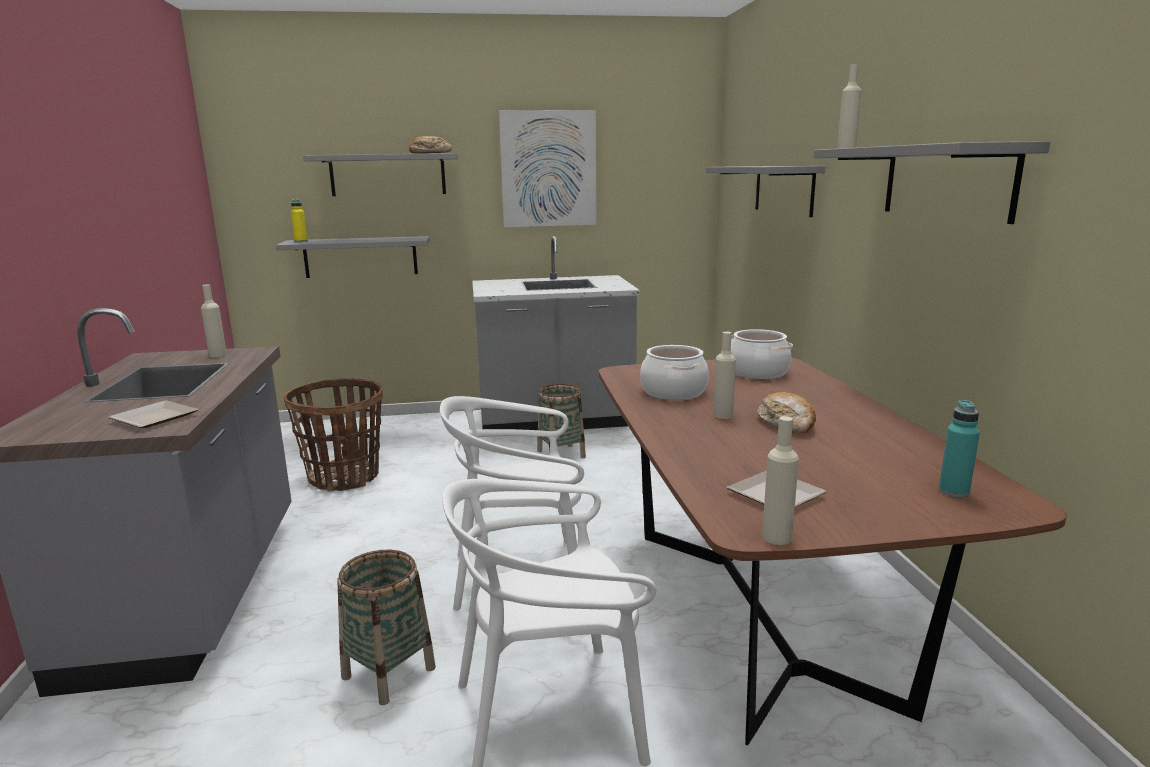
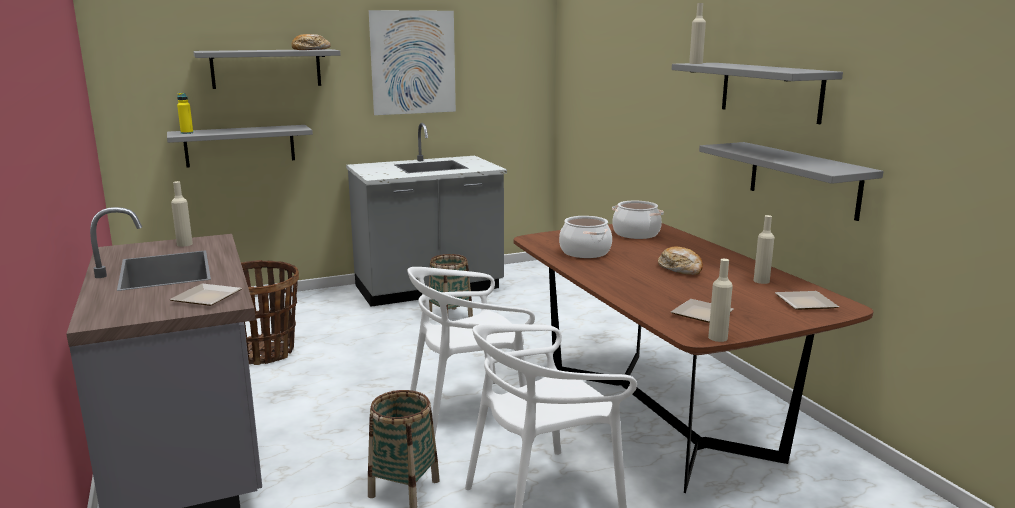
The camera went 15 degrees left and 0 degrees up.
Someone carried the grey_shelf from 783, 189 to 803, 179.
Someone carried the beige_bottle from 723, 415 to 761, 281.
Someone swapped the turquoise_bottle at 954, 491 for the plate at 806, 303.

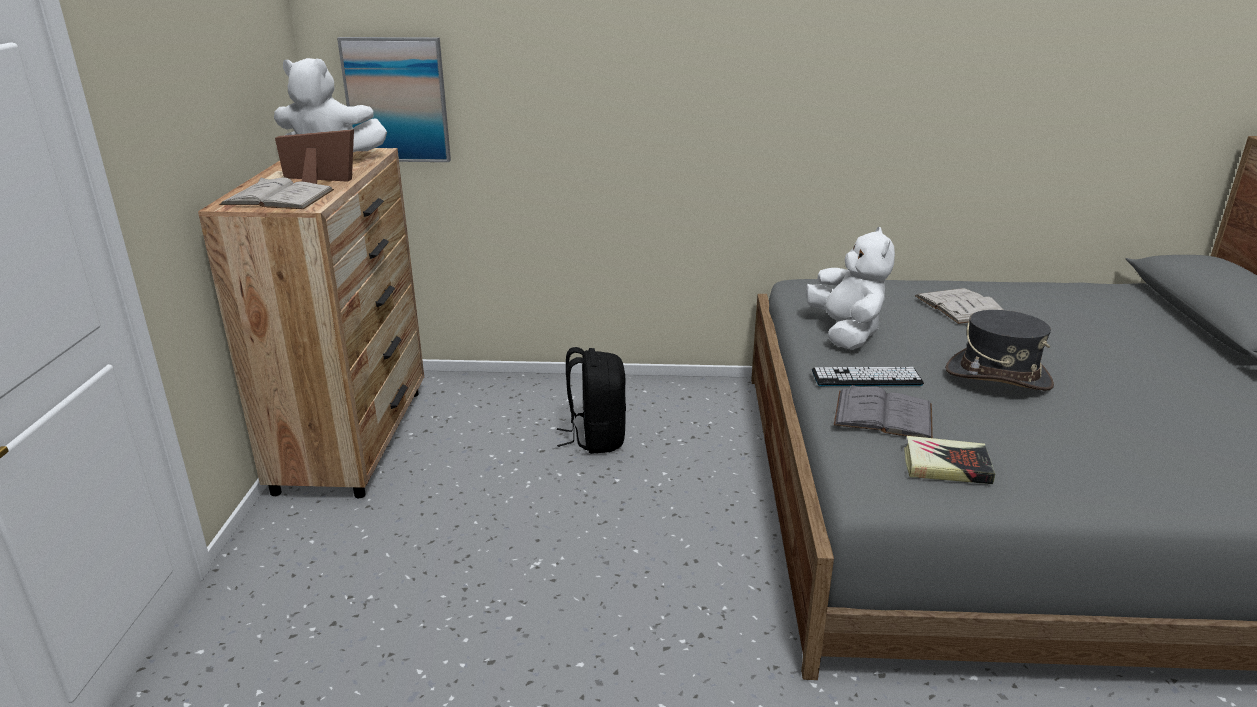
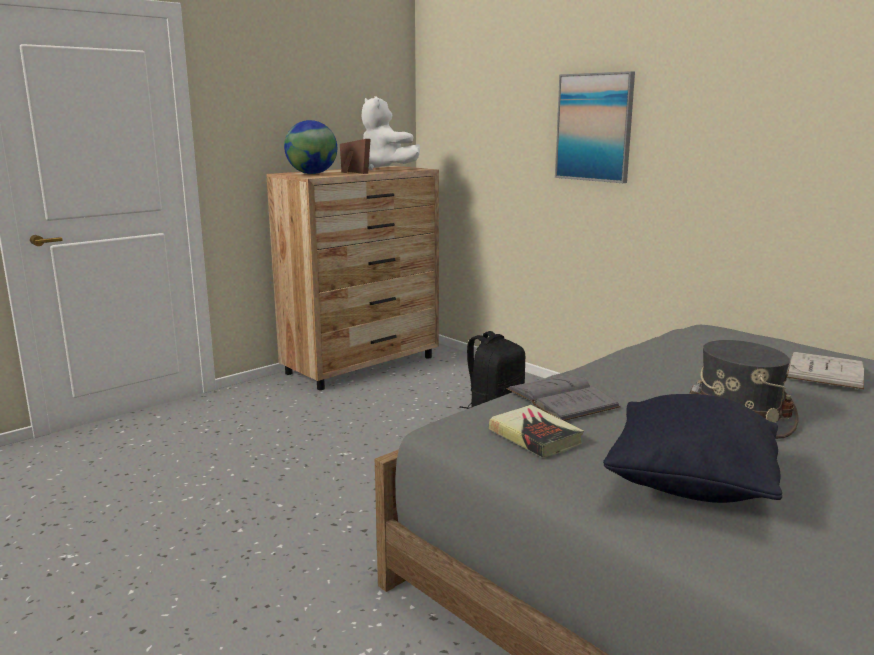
The camera went 45 degrees right and 10 degrees down.
Someone carried the picture from 396, 100 to 594, 127.
Someone swapped the white_book at 278, 197 for the globe at 312, 174.
Someone took away the white_plush_toy at 846, 333.
Someone took away the keyboard at 866, 378.
Someone put down the black_pillow at 690, 485.

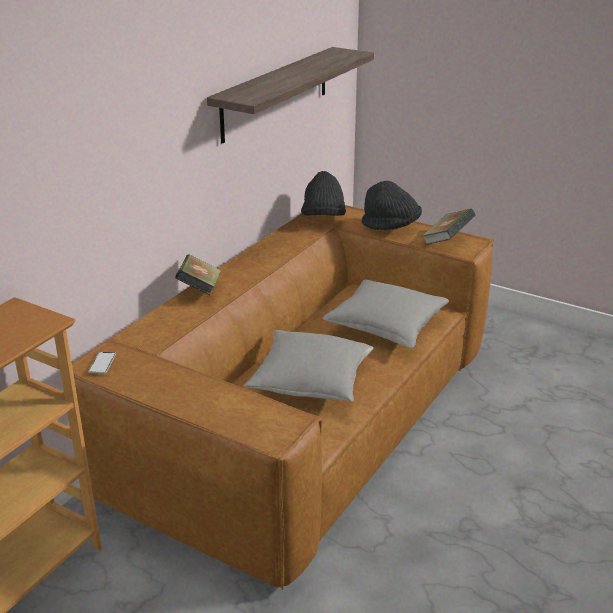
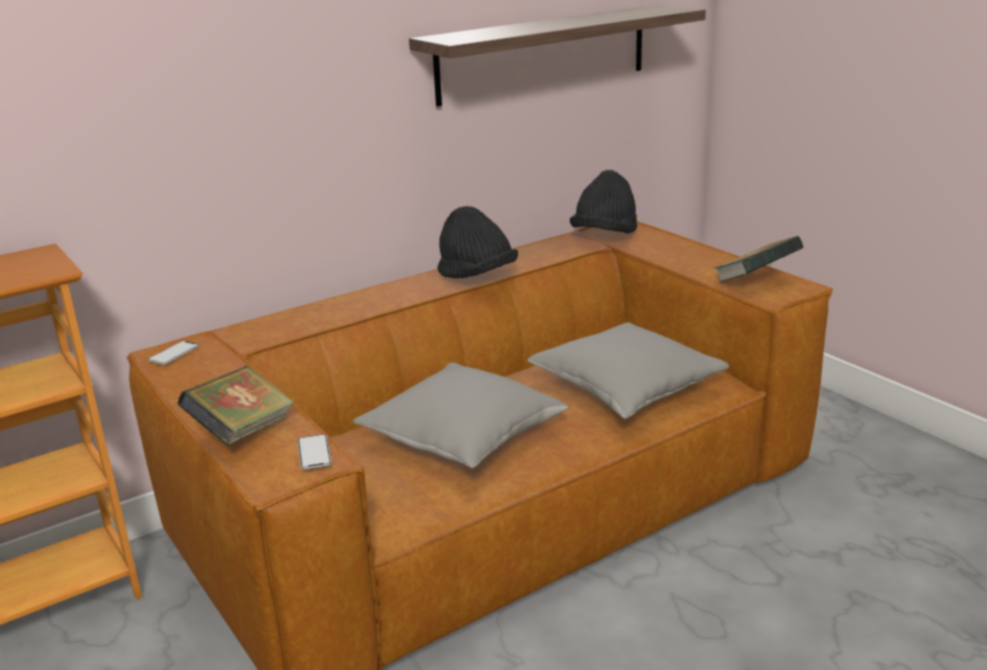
The camera went 25 degrees right and 5 degrees down.
Someone carried the black_hat from 391, 226 to 477, 277.
Someone carried the book from 199, 290 to 242, 432.
Someone put down the phone at 314, 453.

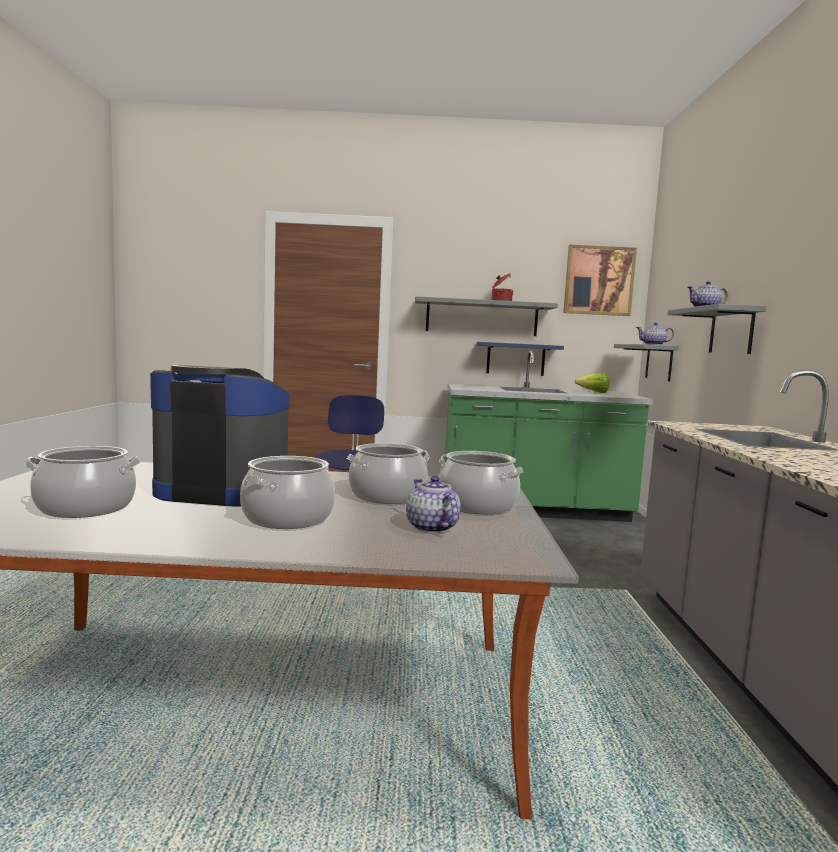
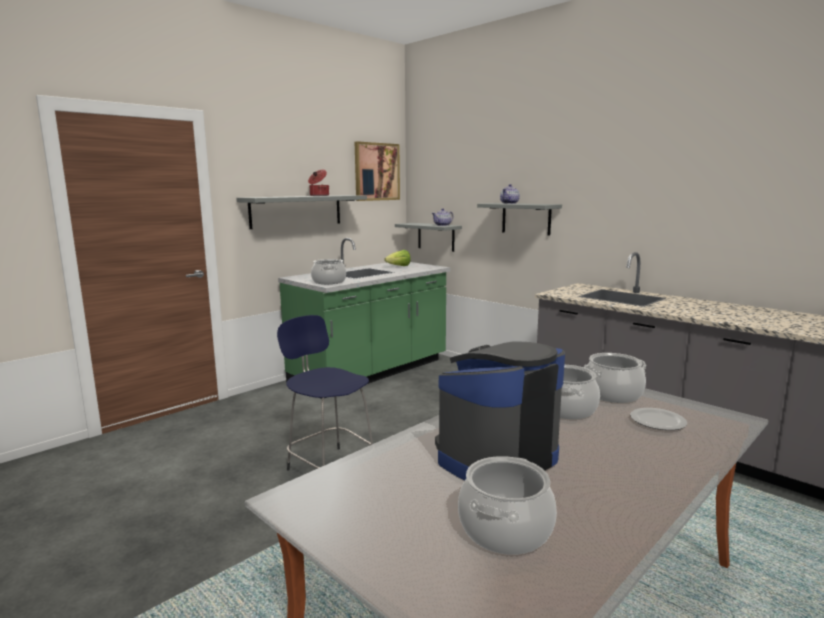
The camera went 45 degrees left and 5 degrees up.
Someone took away the blue_shelf at 515, 359.
Someone carried the cooking_pot from 288, 518 to 329, 282.
Someone swapped the teapot at 431, 528 for the plate at 658, 422.

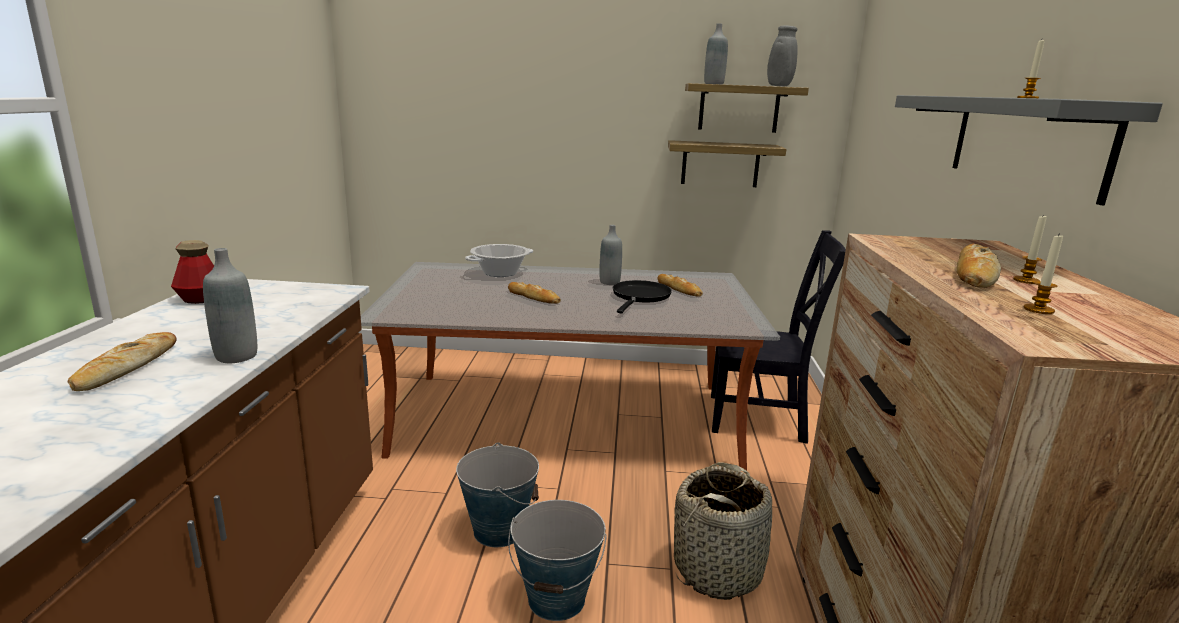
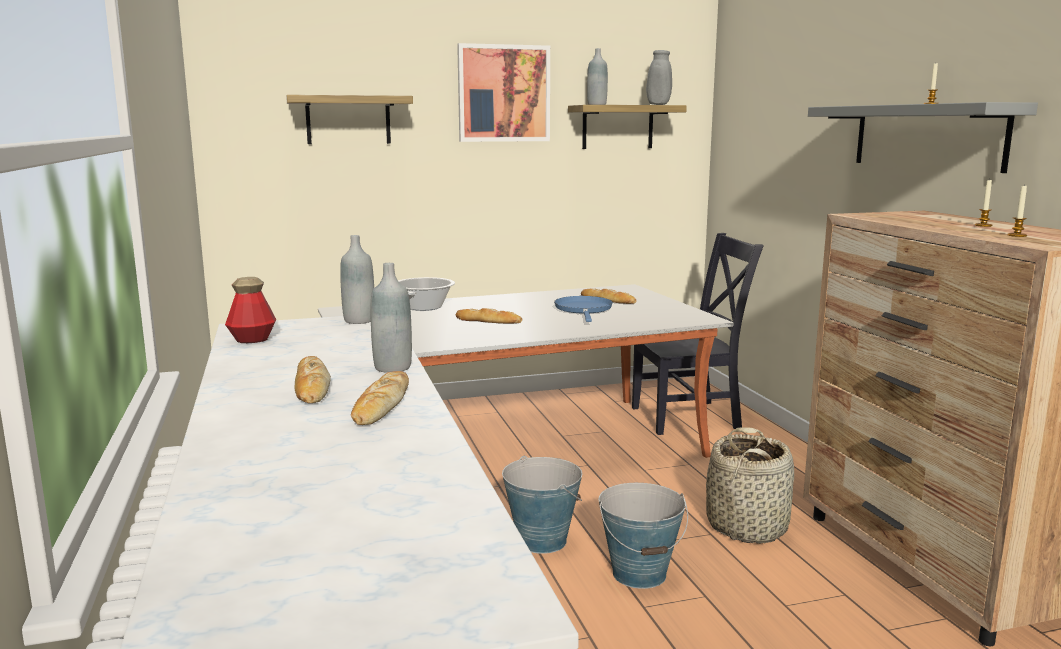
The camera went 20 degrees left and 5 degrees down.
Someone carried the shelf from 720, 164 to 348, 120.
Someone carried the grey_bottle from 609, 282 to 359, 320.
Someone carried the bread from 974, 273 to 381, 405.
Someone repainted the black_frying_pan at 640, 297, which became the blue_frying_pan at 583, 310.
Someone put up the picture at 503, 93.

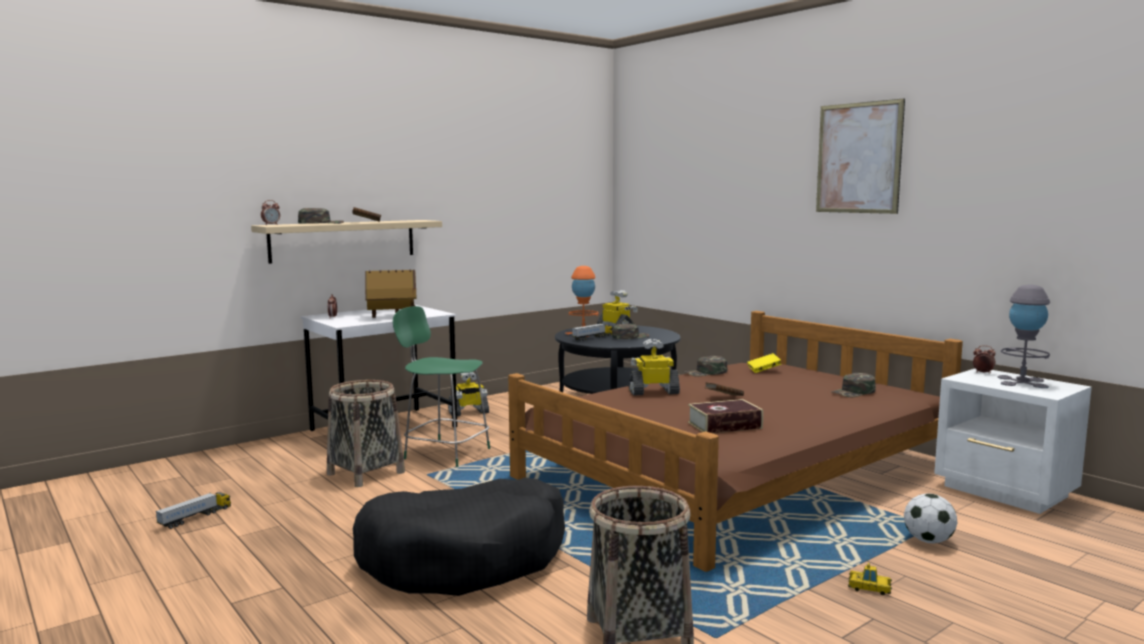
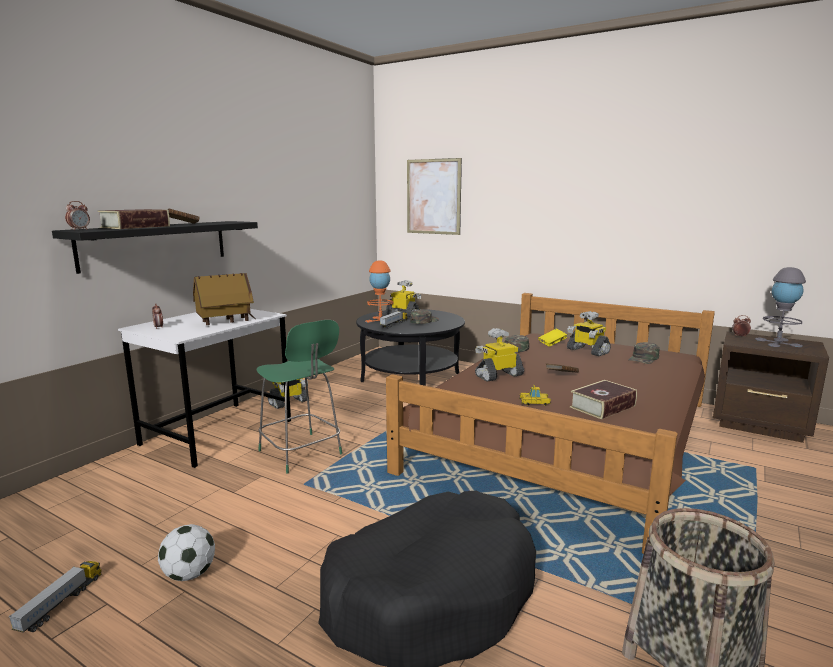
The camera went 20 degrees left and 5 degrees up.
Someone carried the picture from 858, 158 to 433, 196.
Someone swapped the green_cap at 320, 223 for the book at 135, 227.
Someone repainted the beige_shelf at 343, 240, which became the black_shelf at 156, 244.
Someone rotated the green_chair at 445, 453 by 135 degrees counterclockwise.
Someone repainted the white_nightstand at 1006, 492, which became the brown_nightstand at 761, 425.
Someone took away the basket at 366, 473.
Someone carried the football from 928, 541 to 189, 574.
Someone carried the toy_car from 869, 587 to 534, 402.
Someone put down the toy_robot at 587, 351.

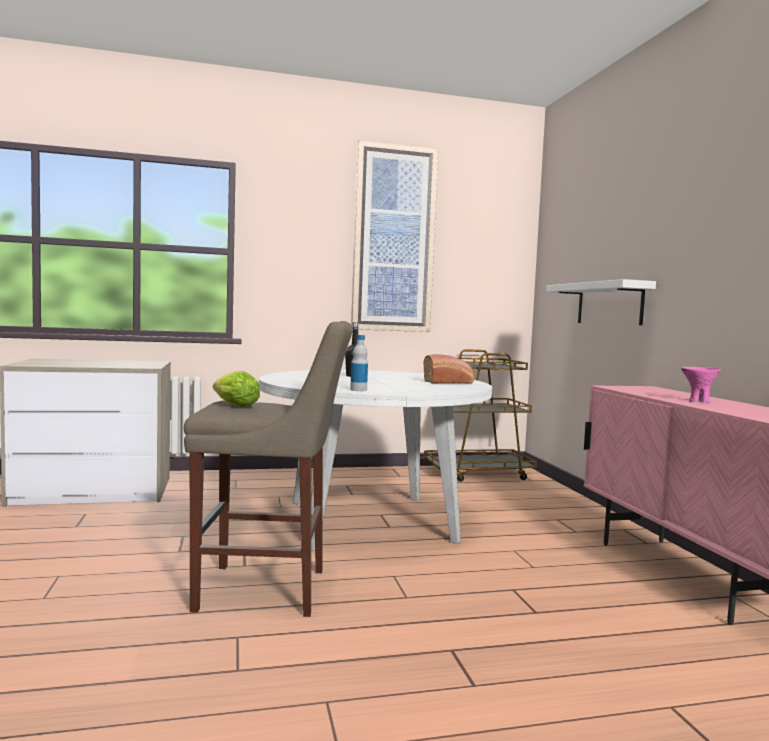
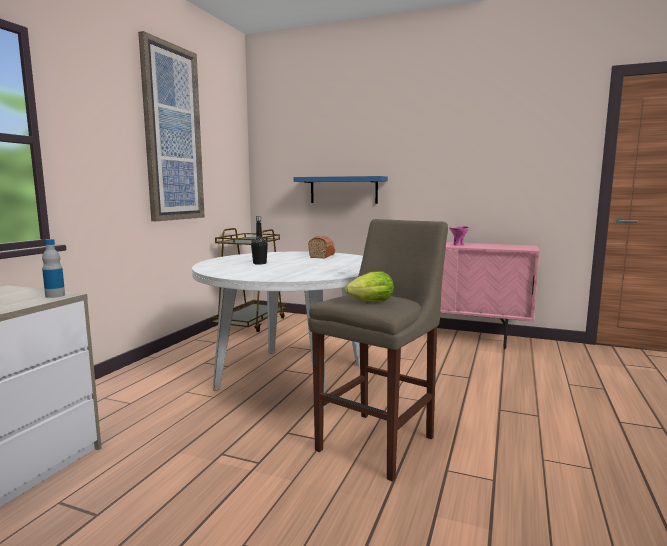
The camera went 55 degrees left and 5 degrees up.
Someone repainted the white_shelf at 609, 304, which became the blue_shelf at 343, 190.
Someone carried the bottle from 358, 390 to 55, 295.

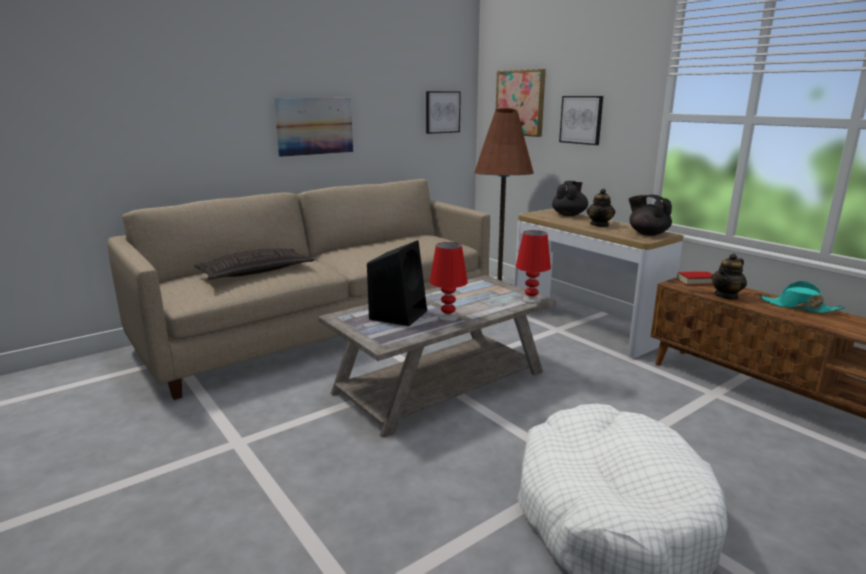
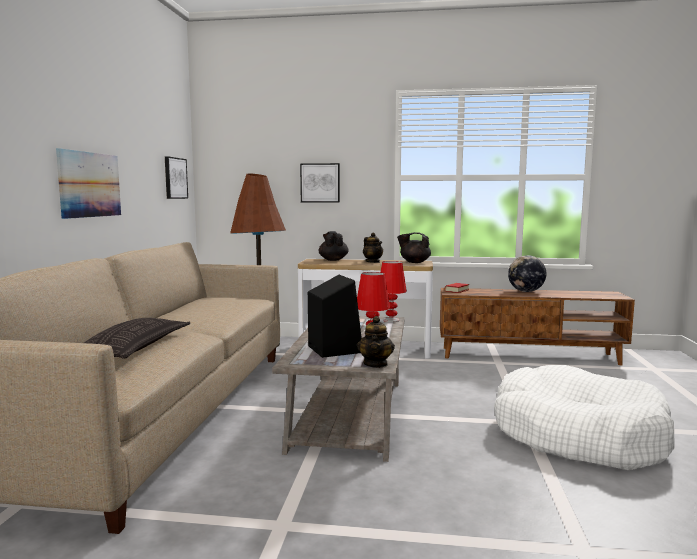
The camera went 45 degrees left and 10 degrees down.
Someone took away the picture at 520, 103.
Someone carried the teapot from 726, 296 to 376, 364.
Someone swapped the turquoise_hat at 799, 307 for the globe at 526, 291.

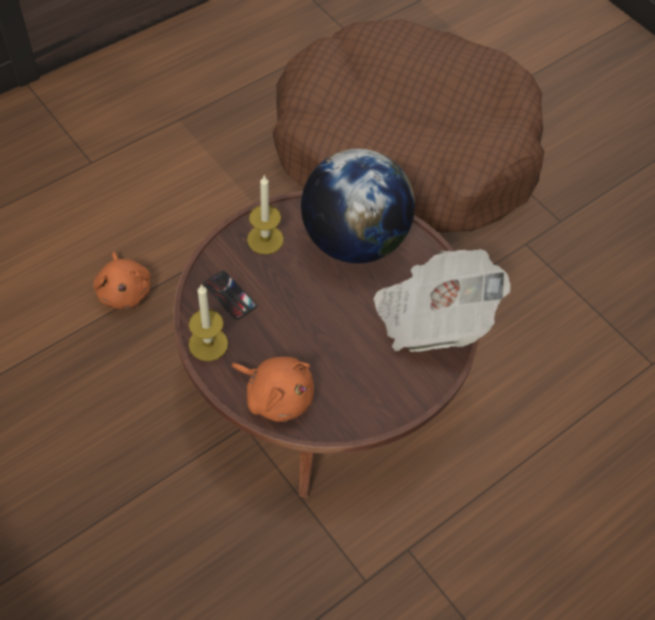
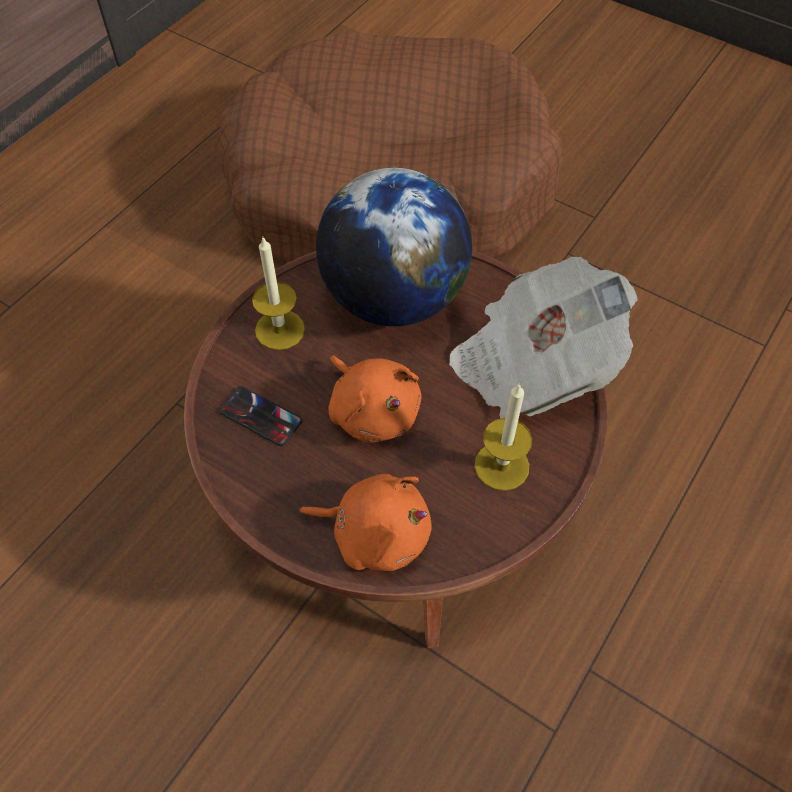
The camera went 15 degrees left and 0 degrees up.
Someone carried the orange_plush_toy from 124, 291 to 373, 410.
Someone carried the candle from 208, 344 to 501, 466.

